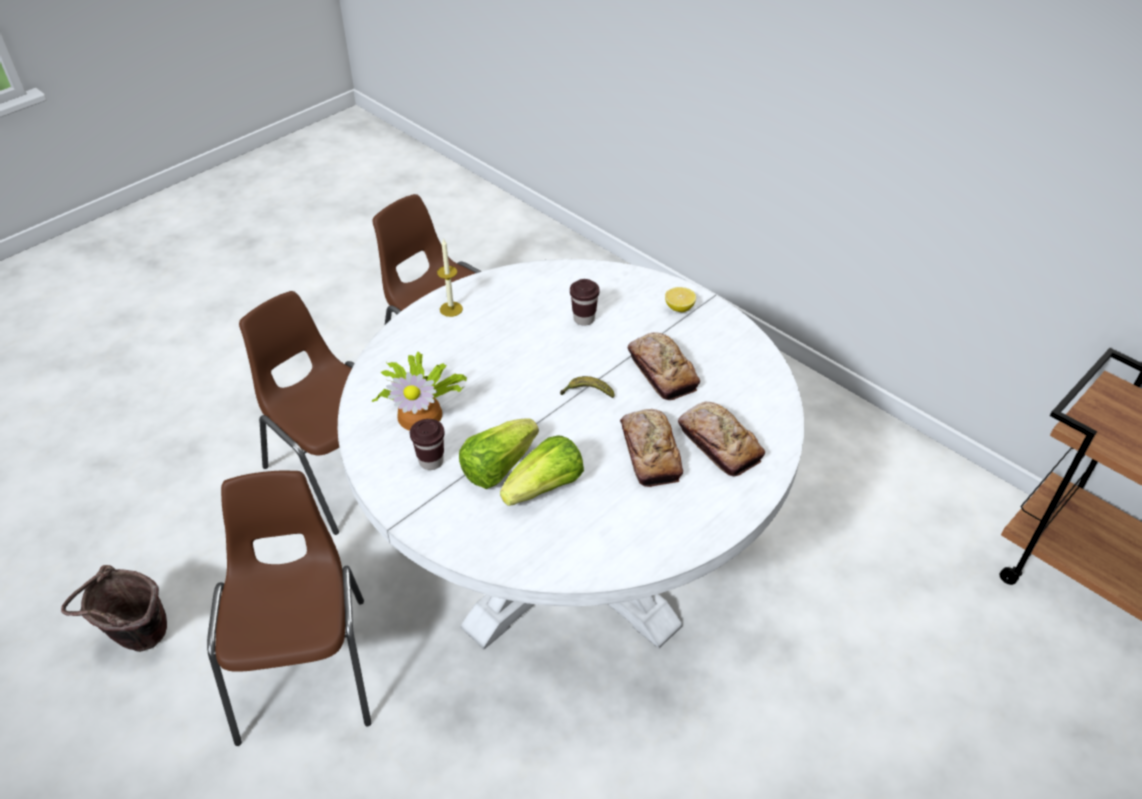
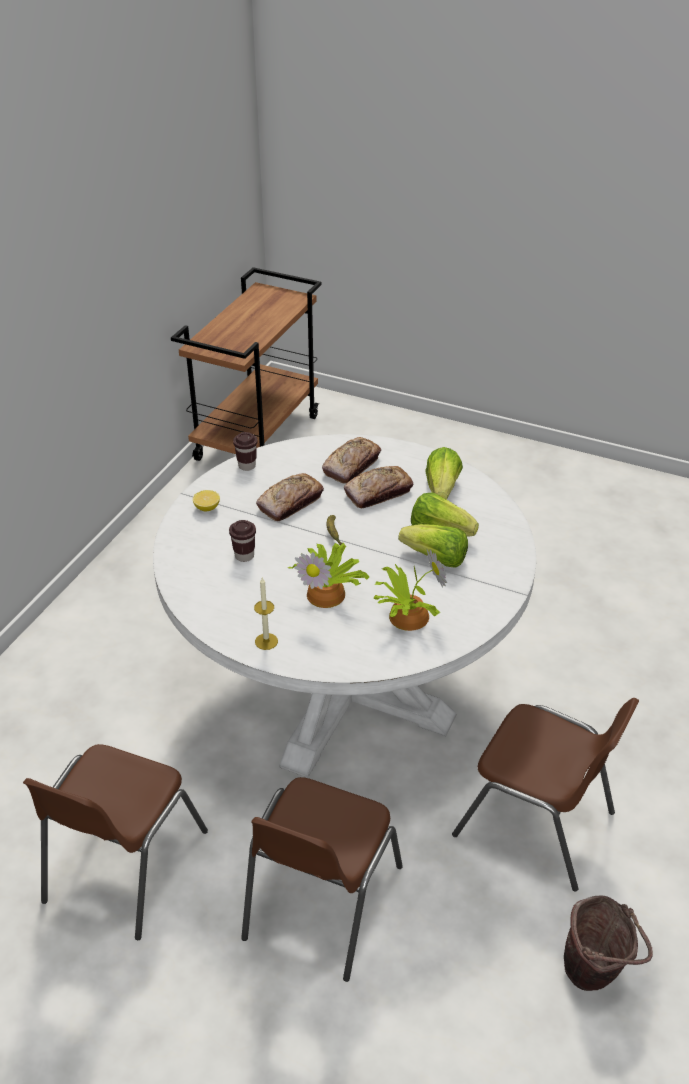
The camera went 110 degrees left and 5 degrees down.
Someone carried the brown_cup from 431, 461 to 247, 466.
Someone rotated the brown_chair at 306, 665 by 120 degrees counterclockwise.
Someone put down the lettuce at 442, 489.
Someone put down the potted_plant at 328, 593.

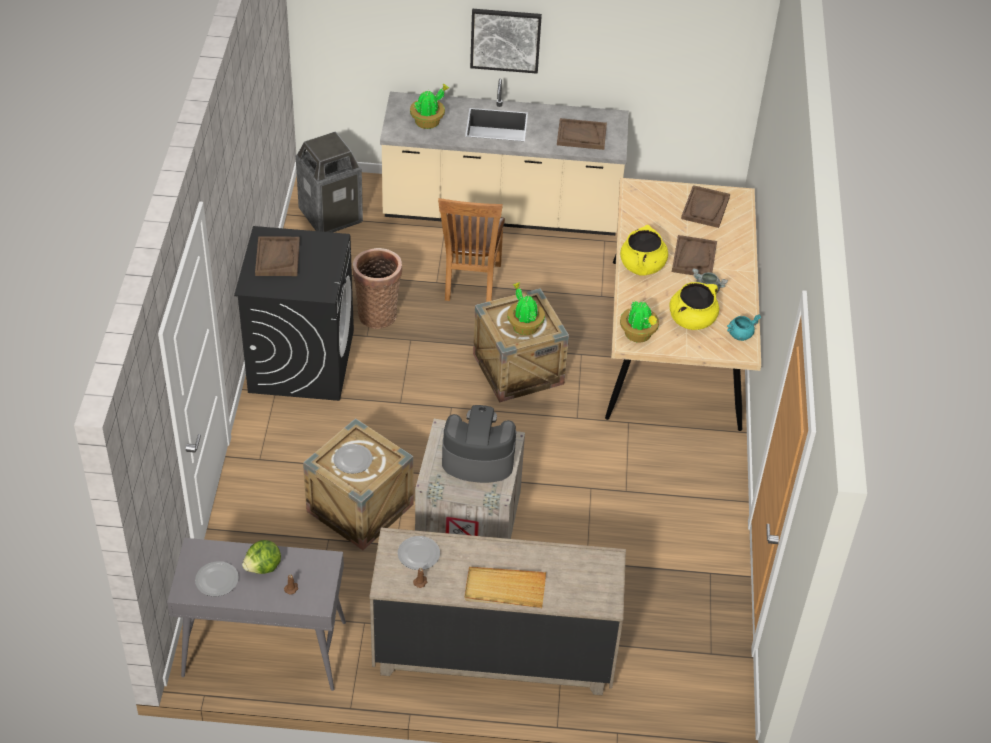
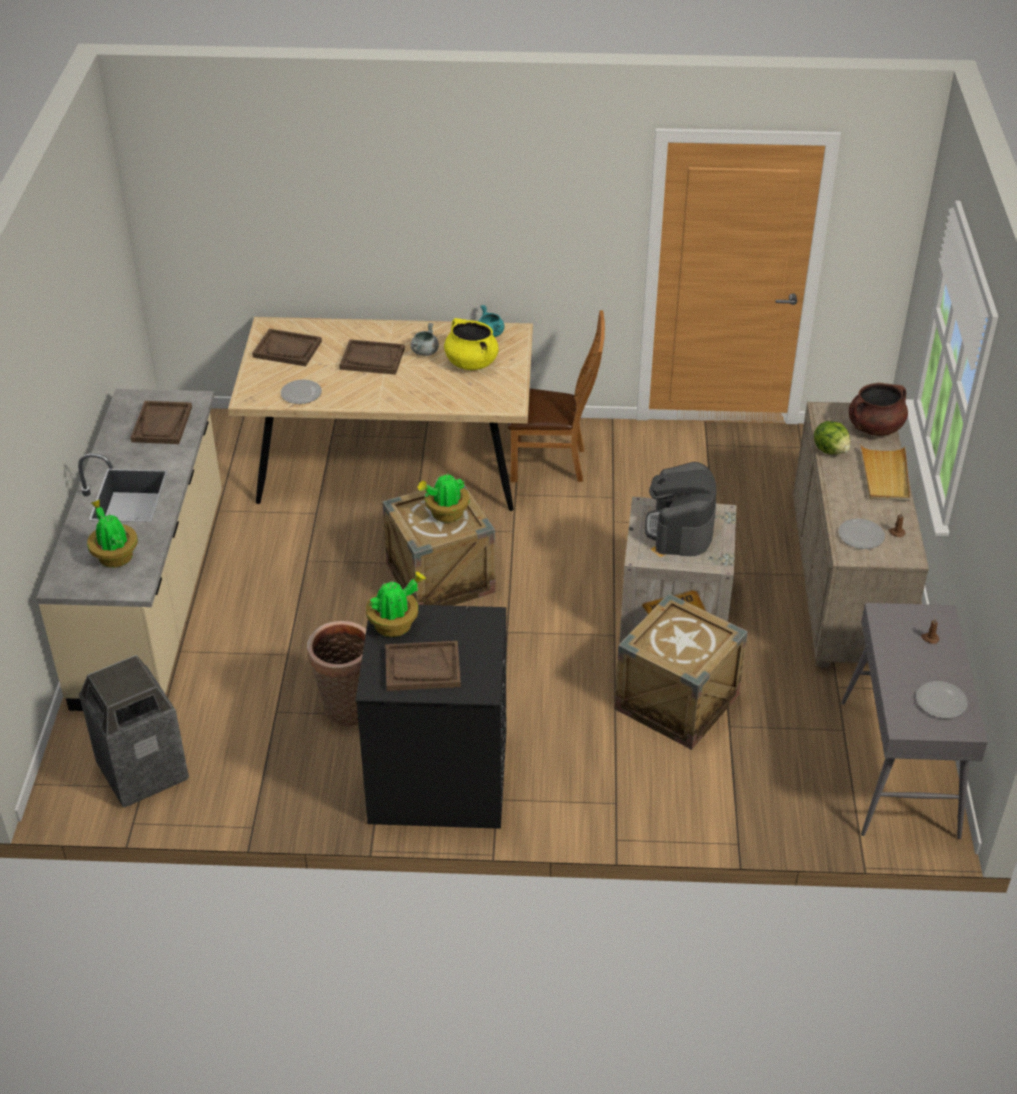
The camera went 90 degrees left and 5 degrees down.
Someone took away the picture at 505, 40.
Someone carried the brown_chair from 470, 284 to 553, 464.
Someone took away the yellow_cooking_pot at 642, 266.
Someone carried the potted_plant from 638, 335 to 395, 625.
Someone carried the plate from 353, 460 to 302, 393.
Someone carried the lettuce from 263, 567 to 831, 450.
Someone put down the brown_cooking_pot at 874, 428.

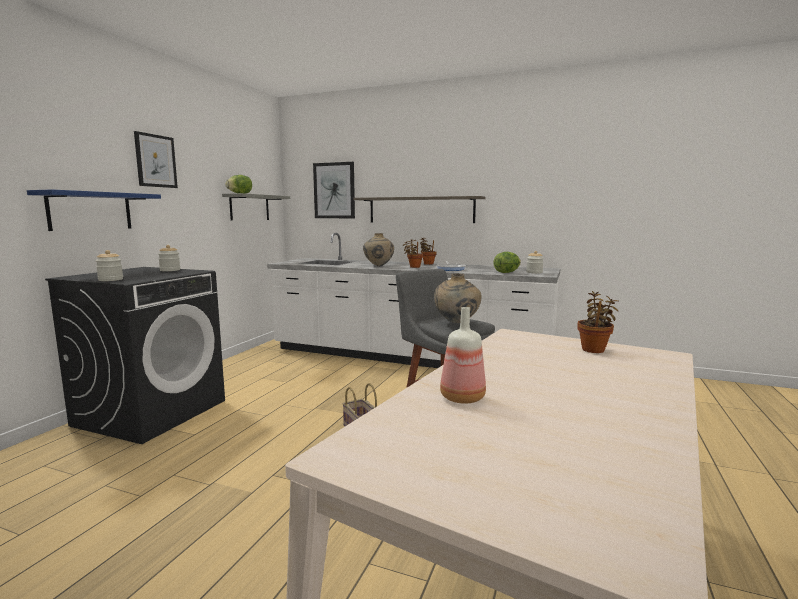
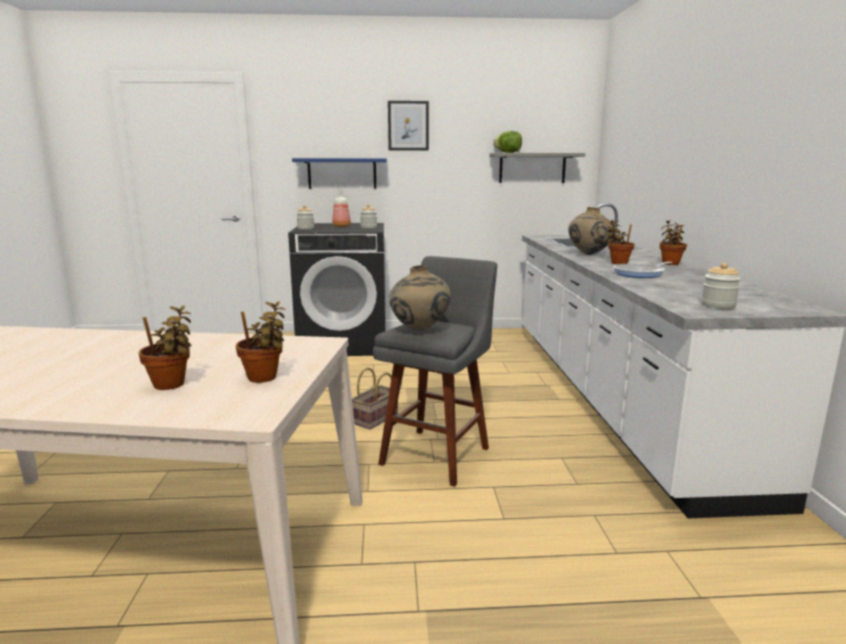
The camera went 65 degrees right and 5 degrees up.
Someone took away the picture at 334, 190.
Someone took away the shelf at 421, 210.
Someone took away the lettuce at 506, 272.
Someone carried the bottle from 461, 398 to 341, 226.
Someone put down the potted_plant at 172, 385.

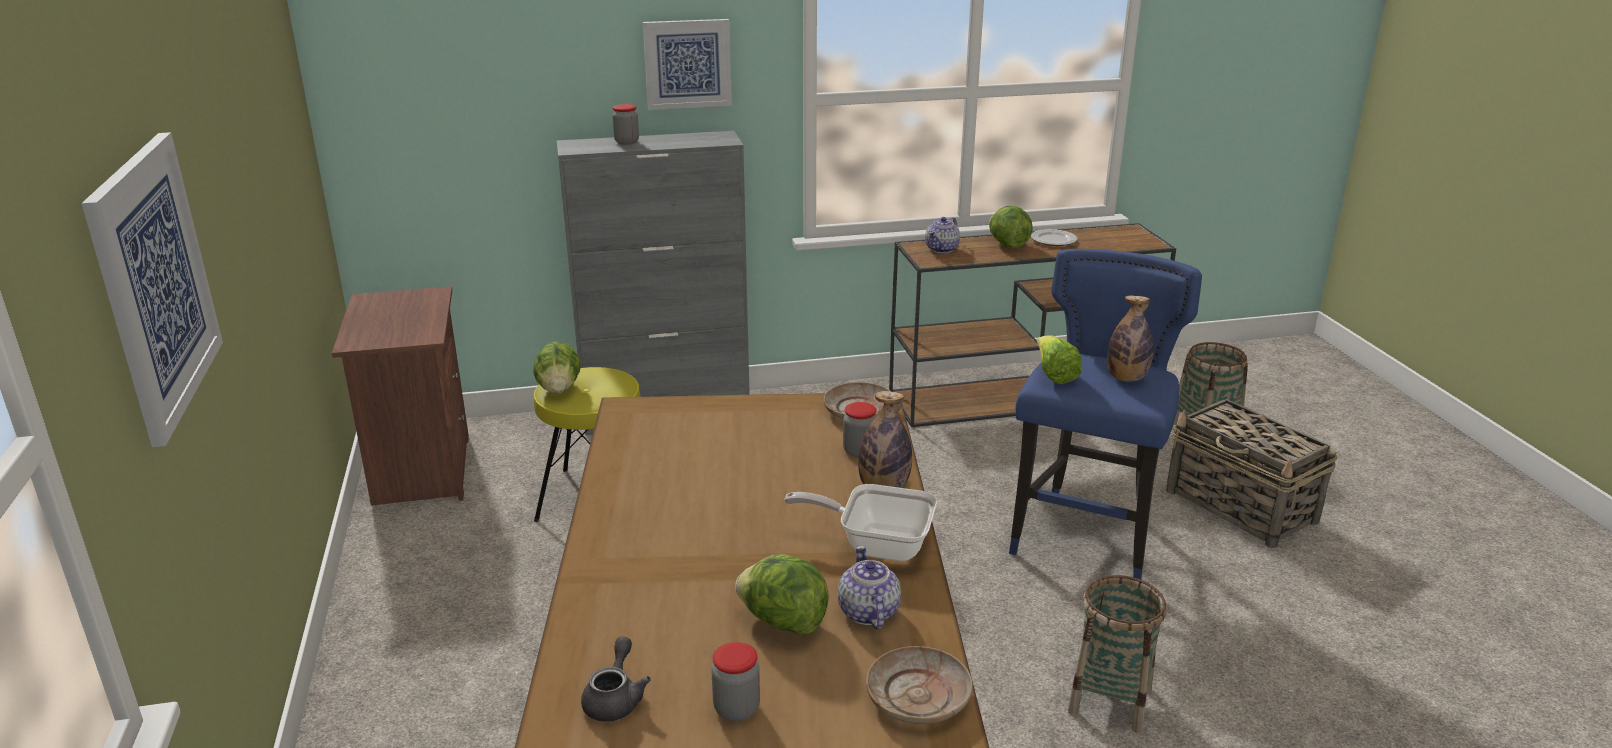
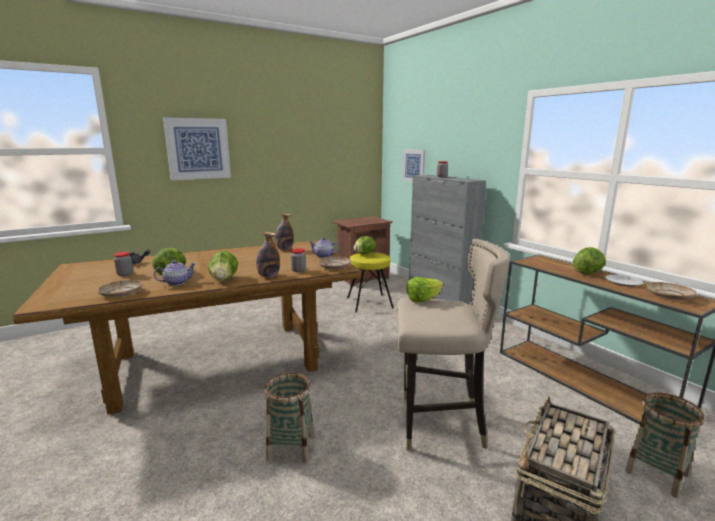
The camera went 70 degrees right and 10 degrees down.
Someone carried the picture from 687, 64 to 414, 165.
Someone carried the teapot from 942, 249 to 324, 256.
Someone repainted the blue_stool at 1086, 541, which became the beige_stool at 439, 424.
Someone carried the bottle from 1126, 378 to 284, 249.
Someone swapped the frying_pan at 876, 545 for the lettuce at 224, 279.
Someone put down the beige_plate at 669, 296.

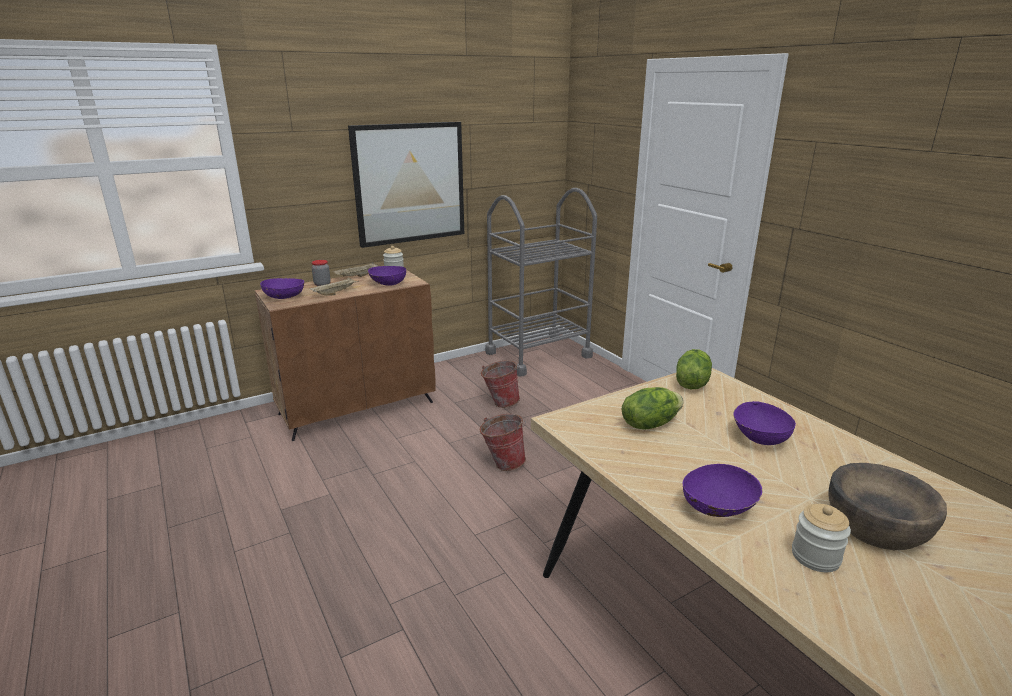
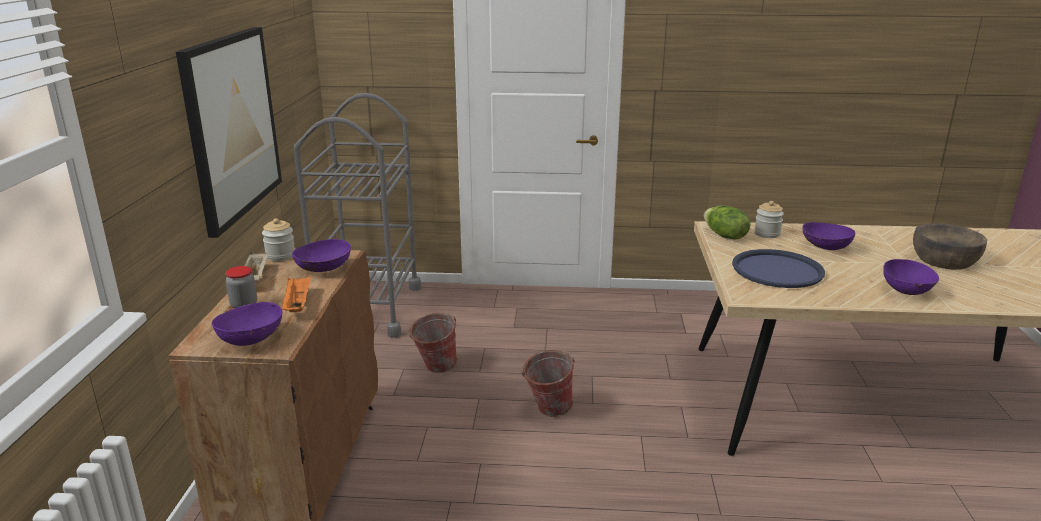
The camera went 55 degrees left and 0 degrees up.
Someone repainted the beige_tray at 335, 293, which became the orange_tray at 297, 304.
Someone swapped the lettuce at 649, 424 for the blue_tray at 777, 270.
Someone carried the jar from 815, 557 to 767, 234.

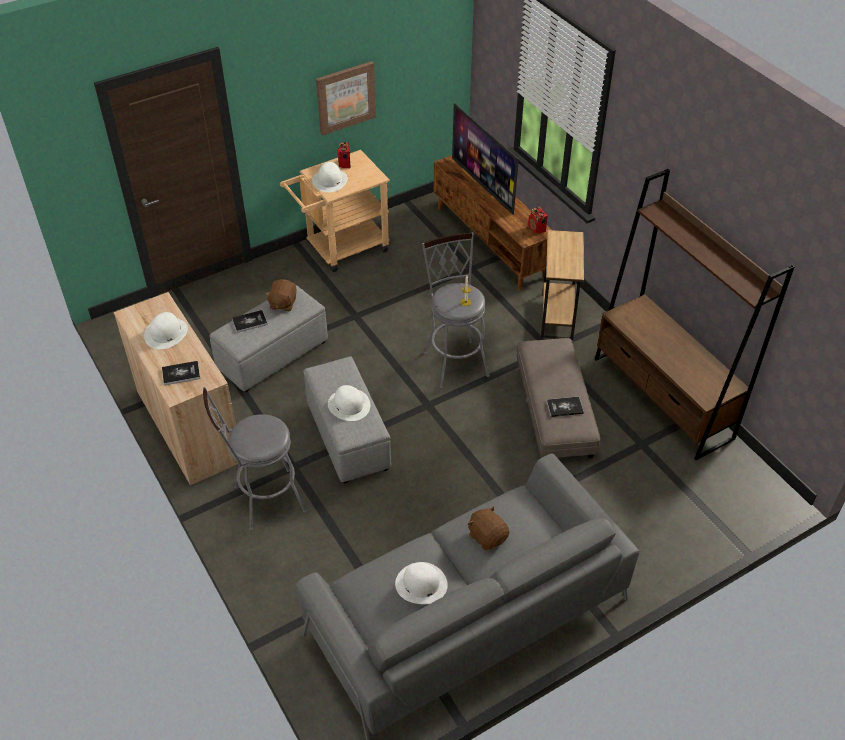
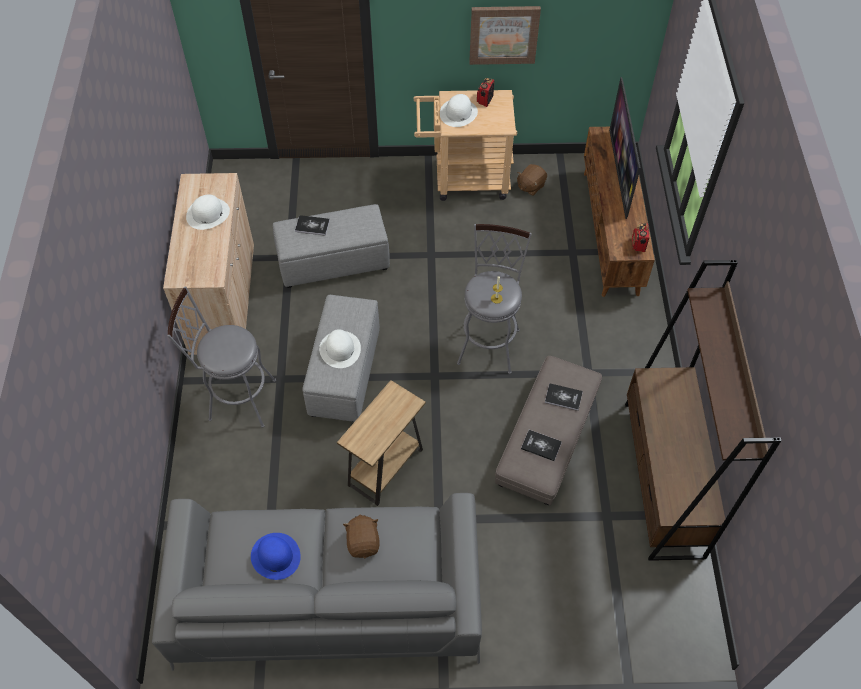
The camera went 30 degrees right and 10 degrees up.
Someone carried the brown_side_table from 557, 316 to 385, 467.
Someone carried the brown_plush_toy from 283, 303 to 530, 186.
Someone carried the book from 181, 373 to 563, 397.
Someone repainted the white_hat at 421, 584, which became the blue_hat at 275, 556.

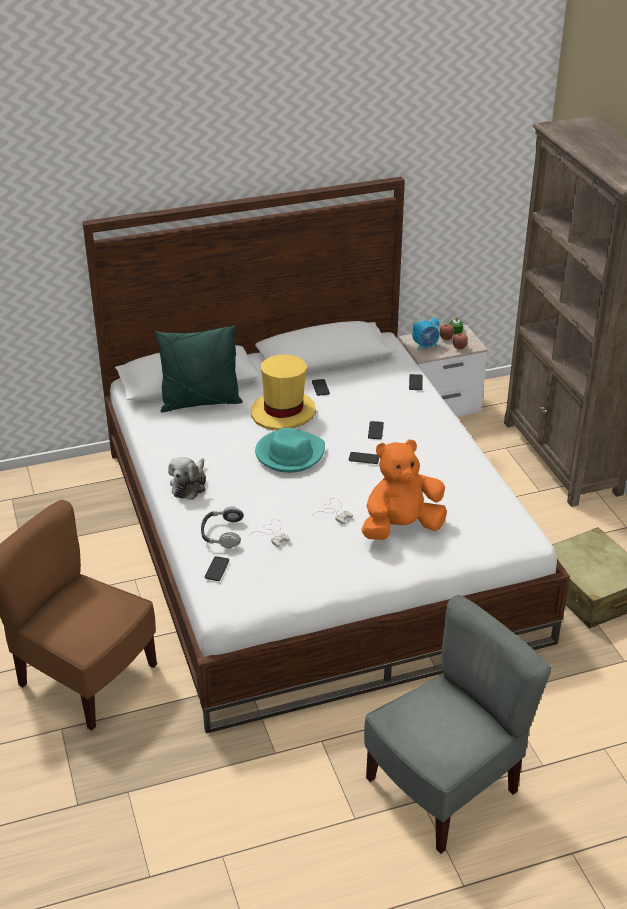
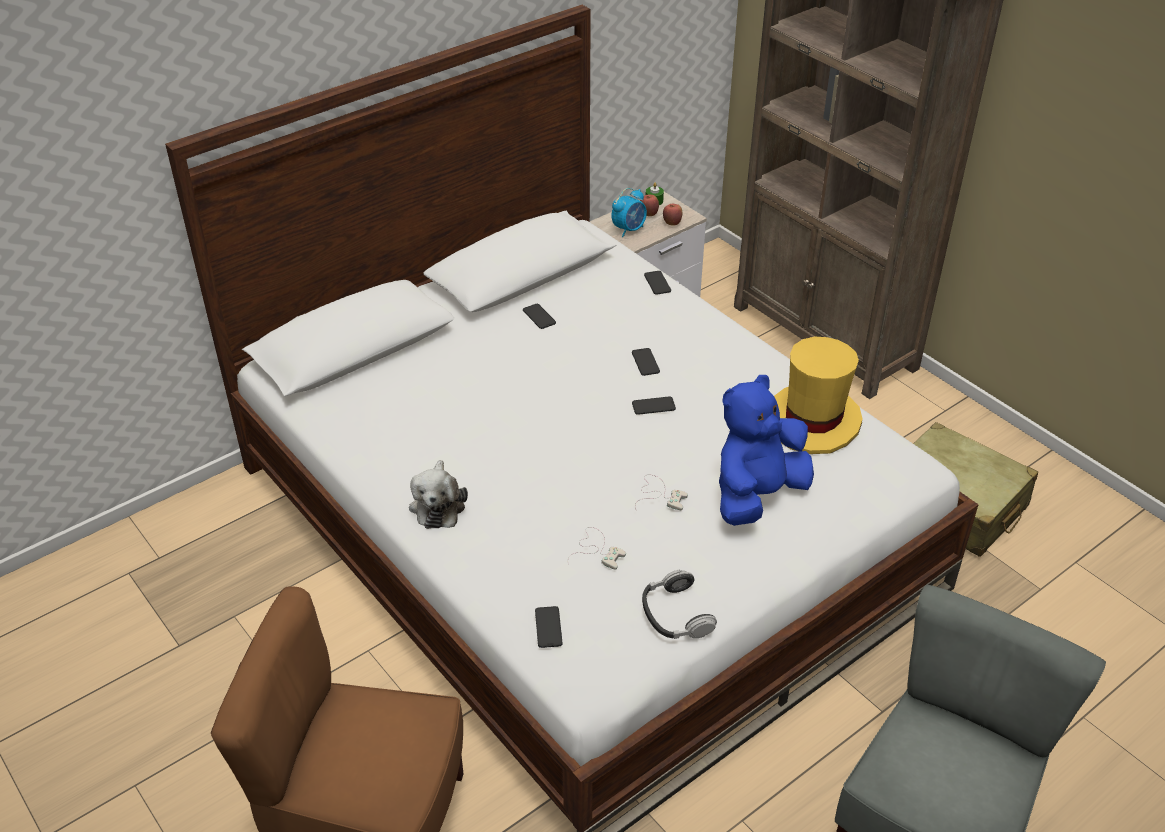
The camera went 20 degrees left and 5 degrees up.
Someone took away the green_pillow at 200, 402.
Someone carried the yellow_hat from 283, 412 to 813, 421.
Someone took away the turquoise_hat at 289, 454.
Someone repainted the orange_plush_toy at 401, 527, which became the blue_plush_toy at 757, 495.
Someone carried the headphones from 222, 533 to 675, 614.

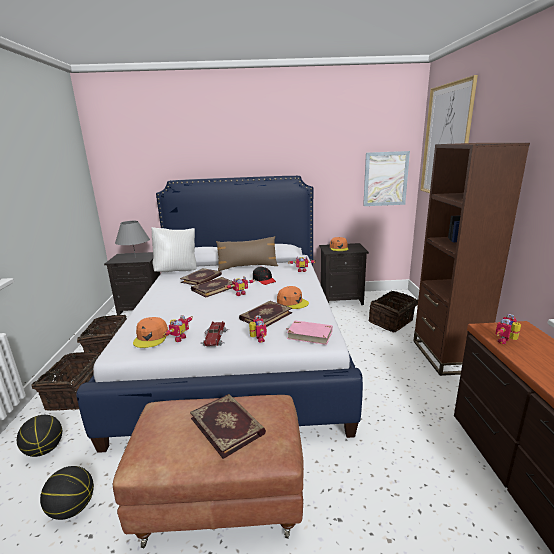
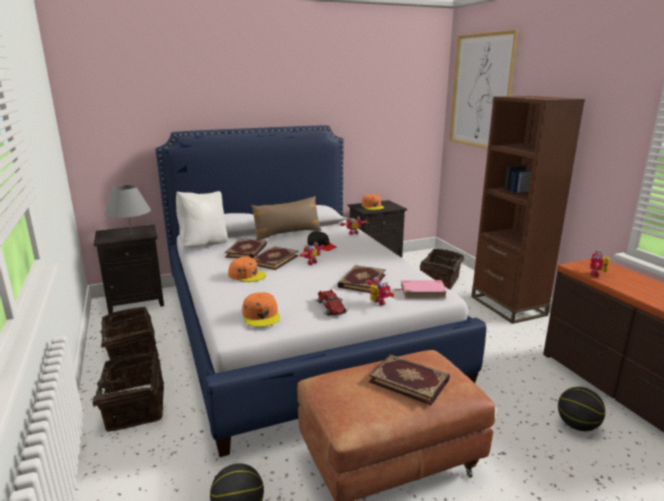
The camera went 20 degrees left and 0 degrees up.
Someone took away the picture at 385, 179.
Someone carried the orange_cap from 292, 302 to 247, 275.
Someone took away the toy_robot at 178, 338.
Someone carried the basketball from 44, 450 to 577, 426.

